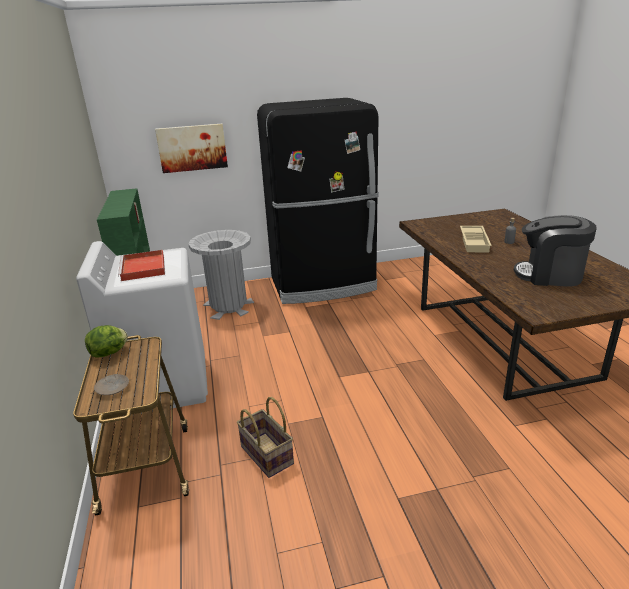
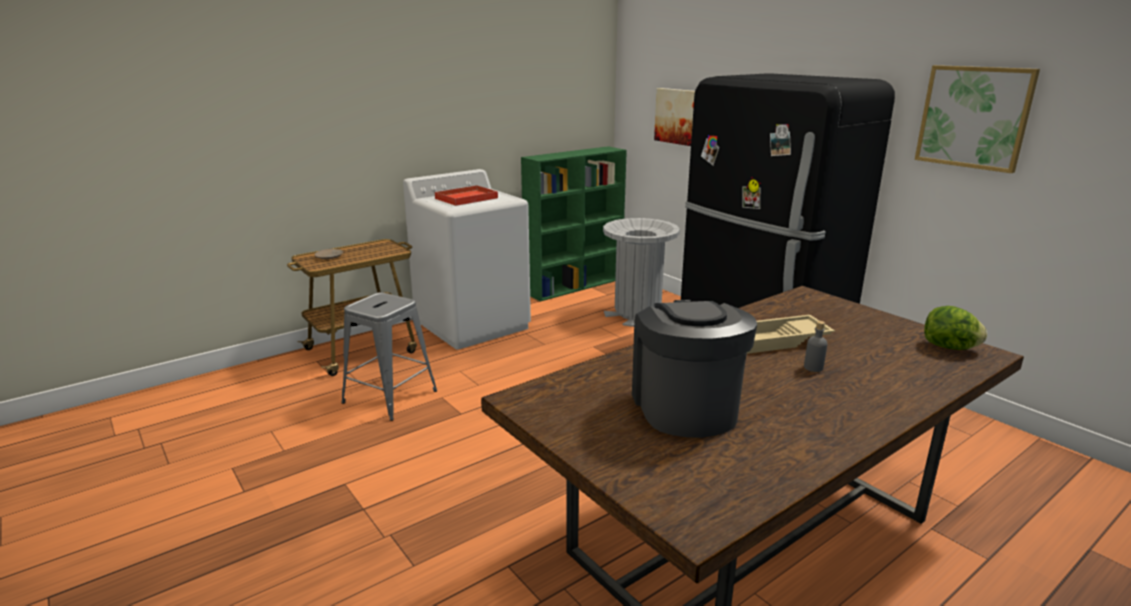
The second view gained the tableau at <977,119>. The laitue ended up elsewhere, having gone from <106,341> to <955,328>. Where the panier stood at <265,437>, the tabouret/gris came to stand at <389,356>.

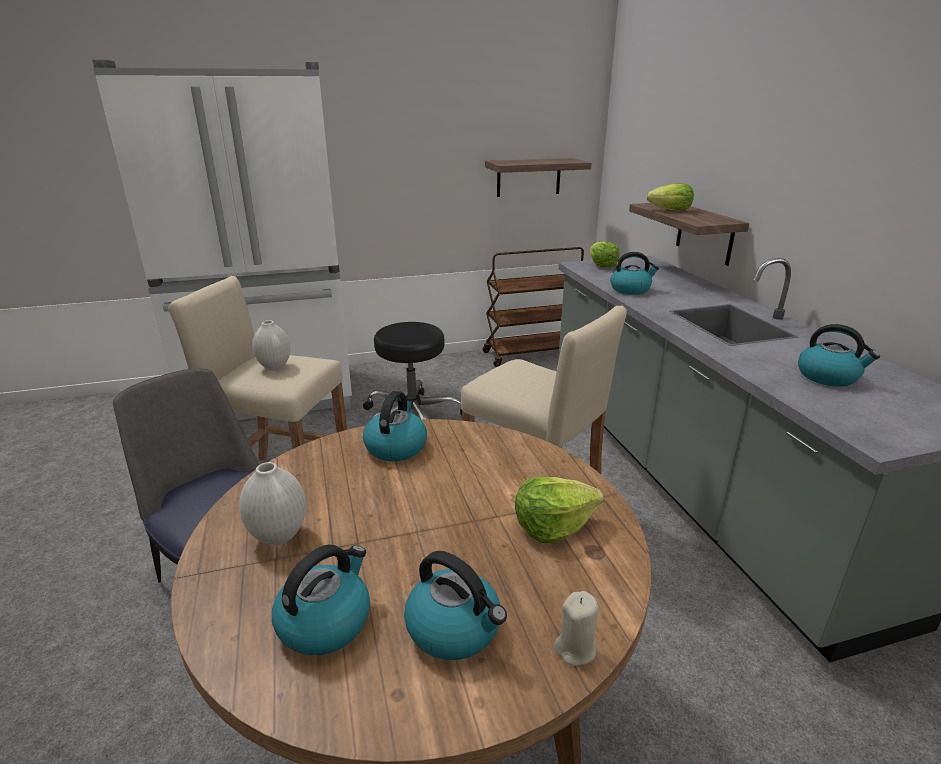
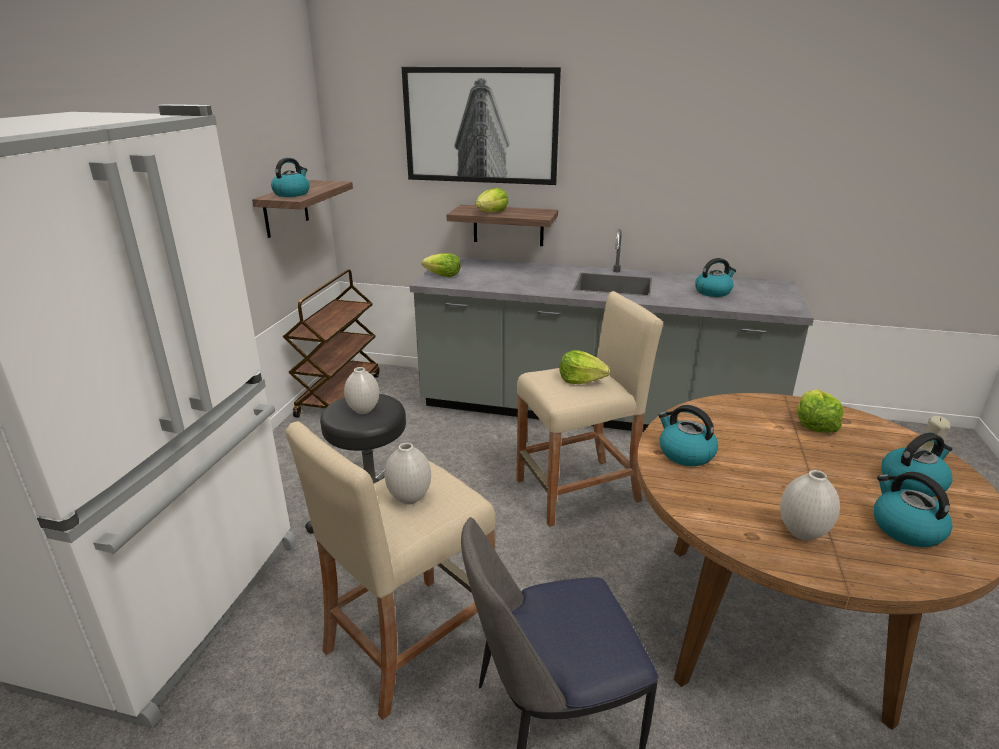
The second view gained the vase/blanc at <361,390>. The second view gained the tableau at <481,126>. The second view gained the laitue at <584,367>. The bouilloire ended up elsewhere, having gone from <635,273> to <290,177>.

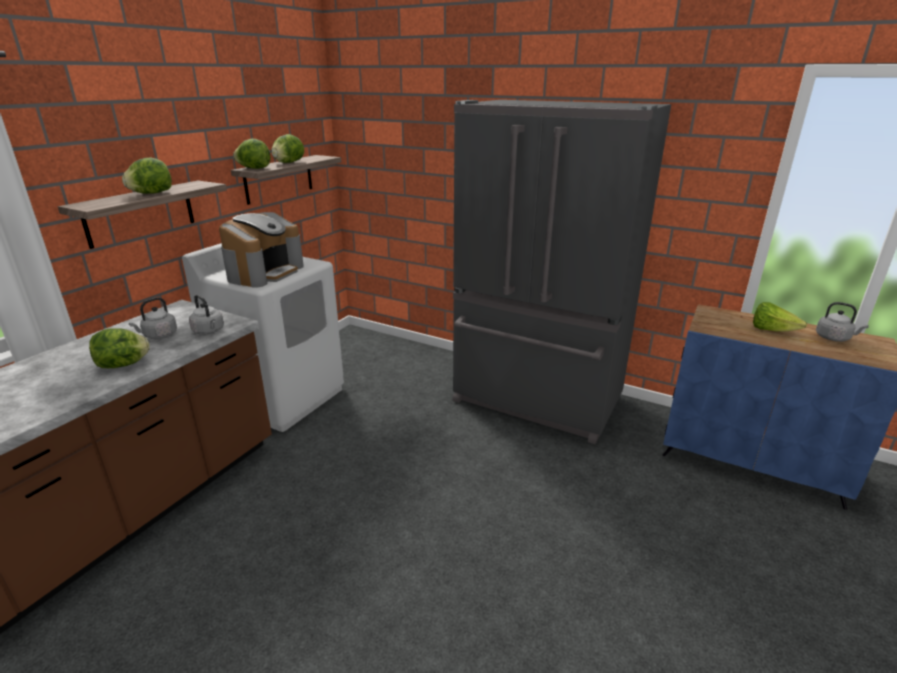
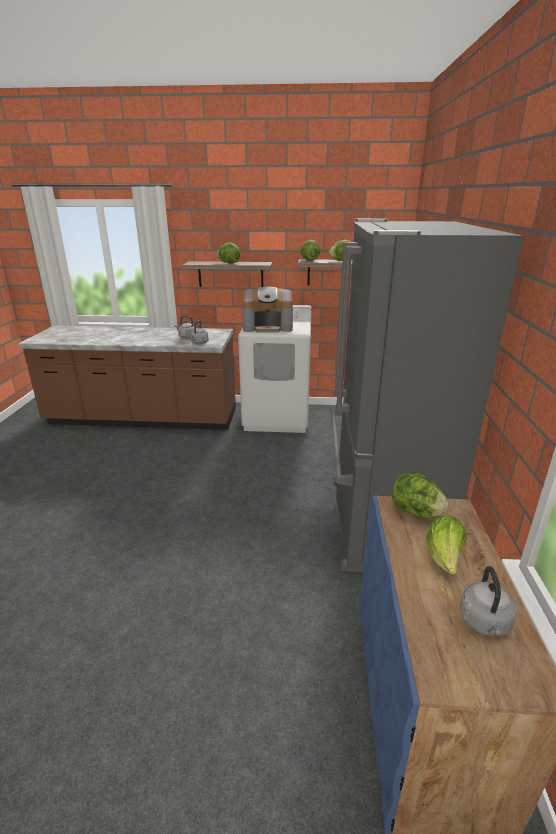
The laitue ended up elsewhere, having gone from <119,348> to <420,495>.

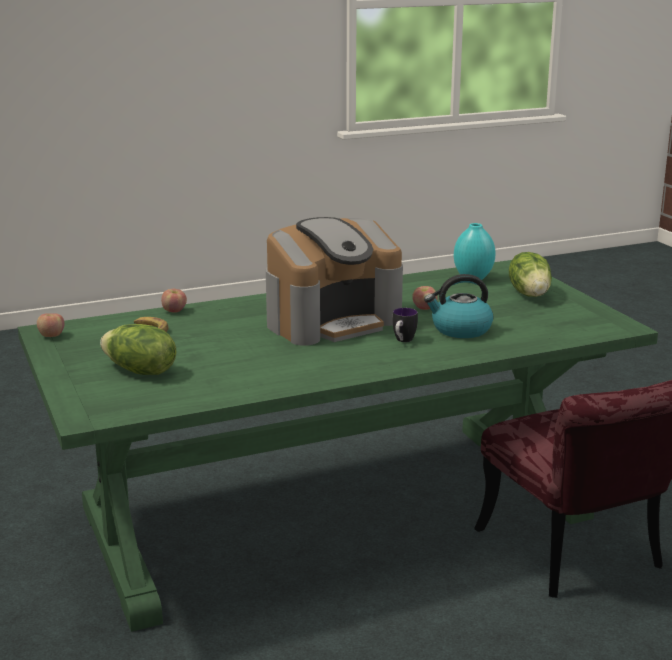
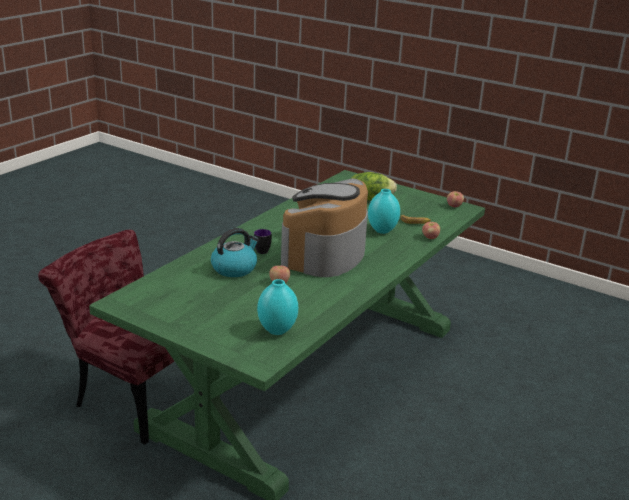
The second view lost the laitue at <530,274>. The second view gained the vase/turquoise at <384,211>.

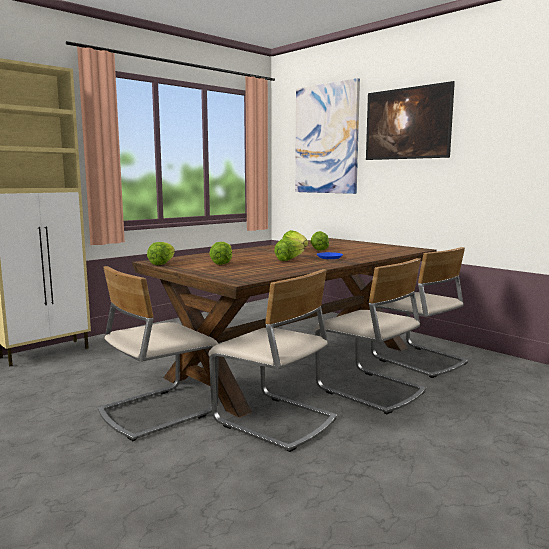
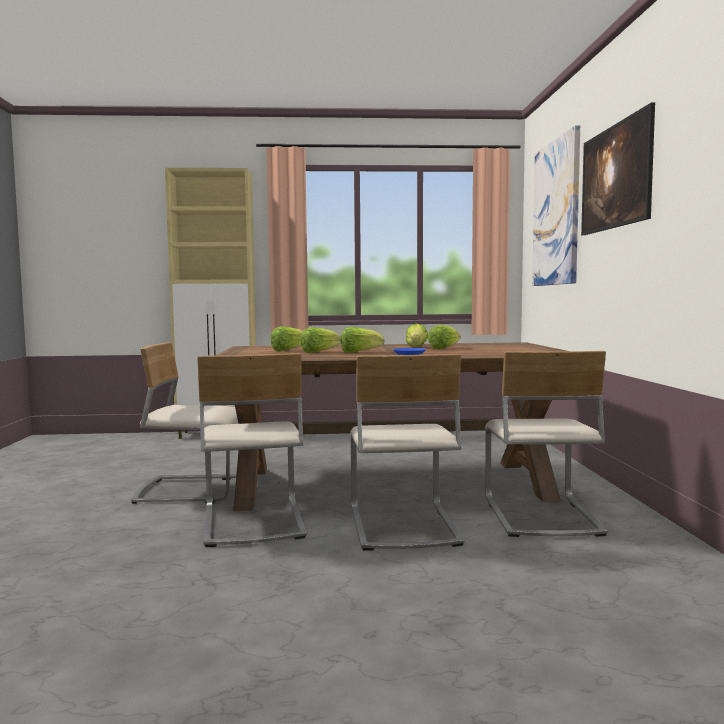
The laitue ended up elsewhere, having gone from <161,253> to <320,340>.

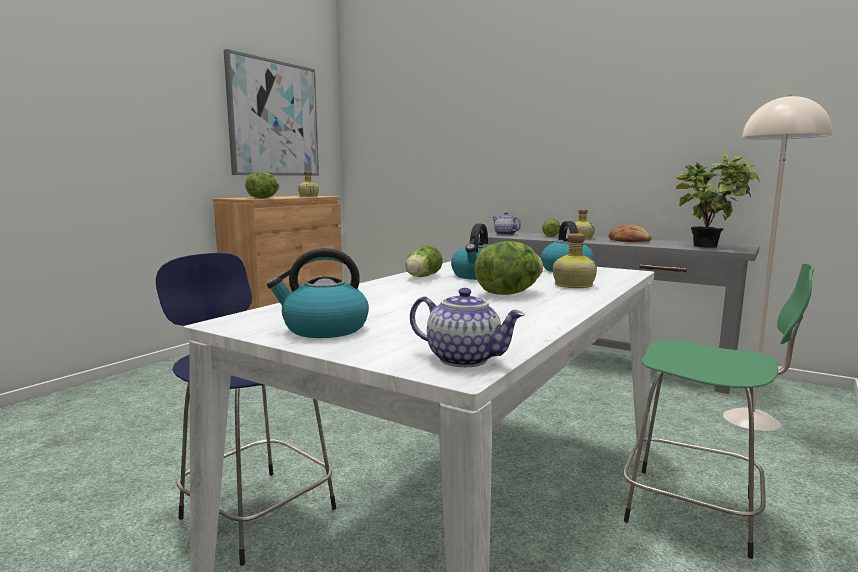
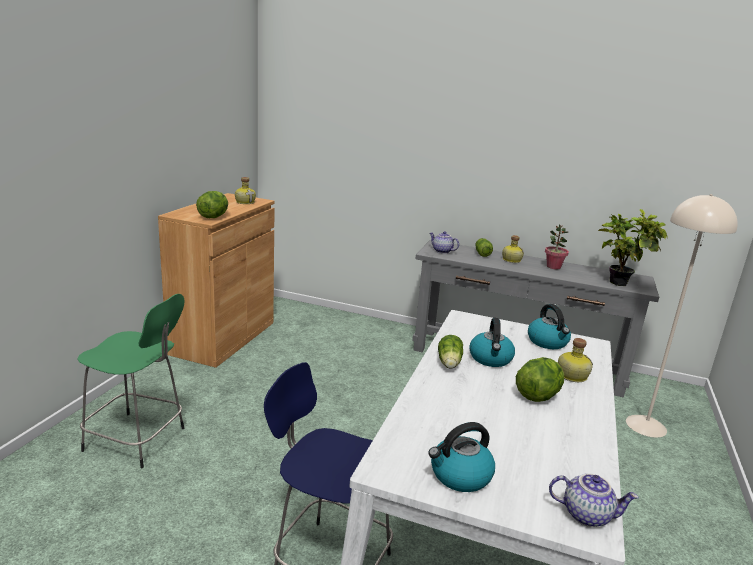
The second view lost the tableau at <271,112>. The tabouret/vert ended up elsewhere, having gone from <718,411> to <131,381>. Where the pain stood at <630,233>, the plante en pot came to stand at <557,246>.

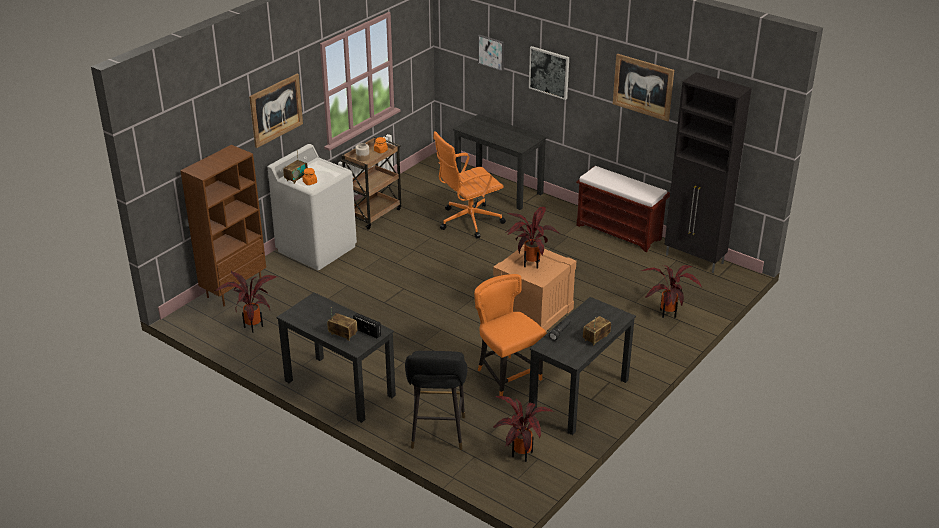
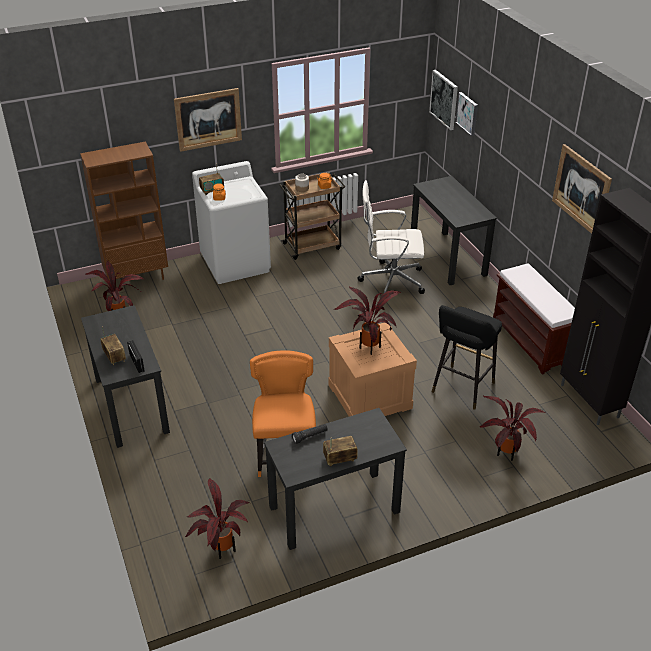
The tabouret/noir ended up elsewhere, having gone from <436,400> to <467,357>. The tableau ended up elsewhere, having gone from <549,73> to <443,100>. What was the chaise de bureau/orange at <469,184> turned into the chaise de bureau/blanc at <391,237>.

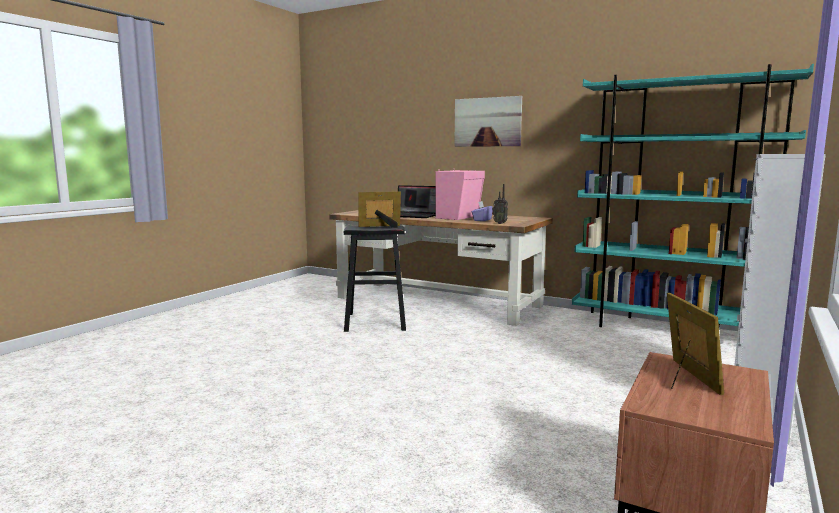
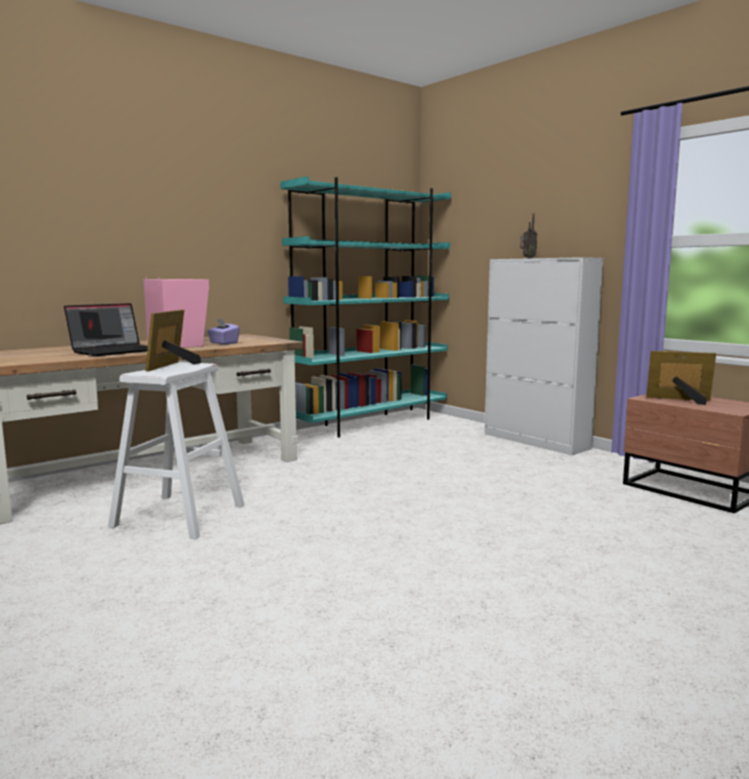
The second view lost the tableau at <488,121>. The radio ended up elsewhere, having gone from <500,204> to <528,235>. What was the tabouret/noir at <375,279> turned into the tabouret/blanc at <176,450>.

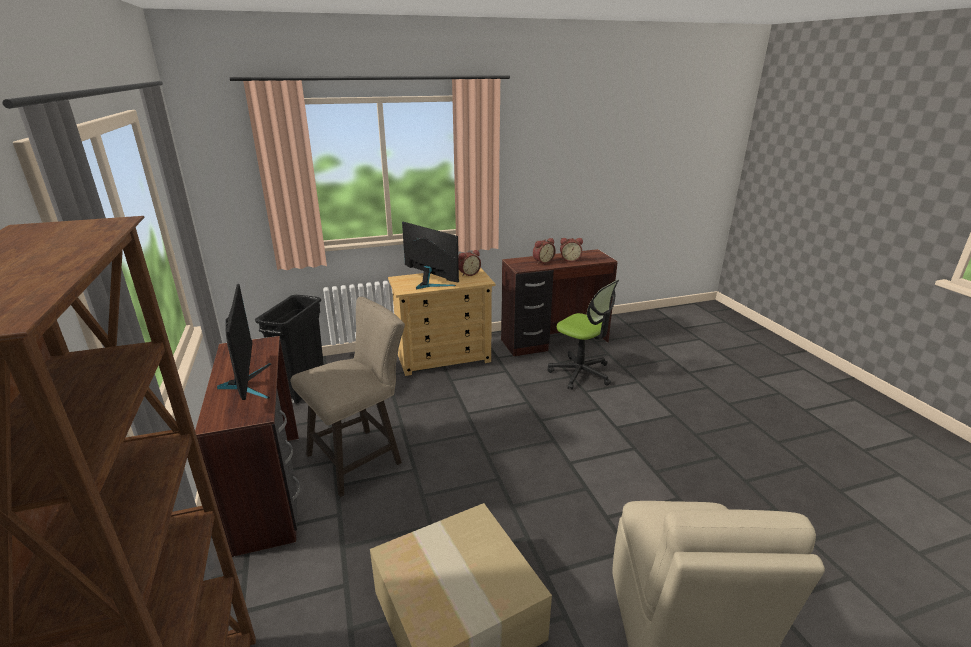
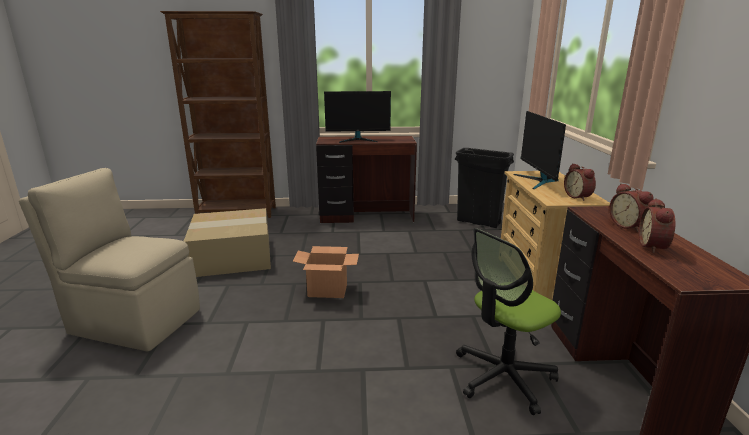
The second view lost the tabouret/beige at <348,396>. The second view gained the carton at <325,272>. The écran d'ordinateur at <430,255> ended up facing another way, 120 degrees clockwise from before.

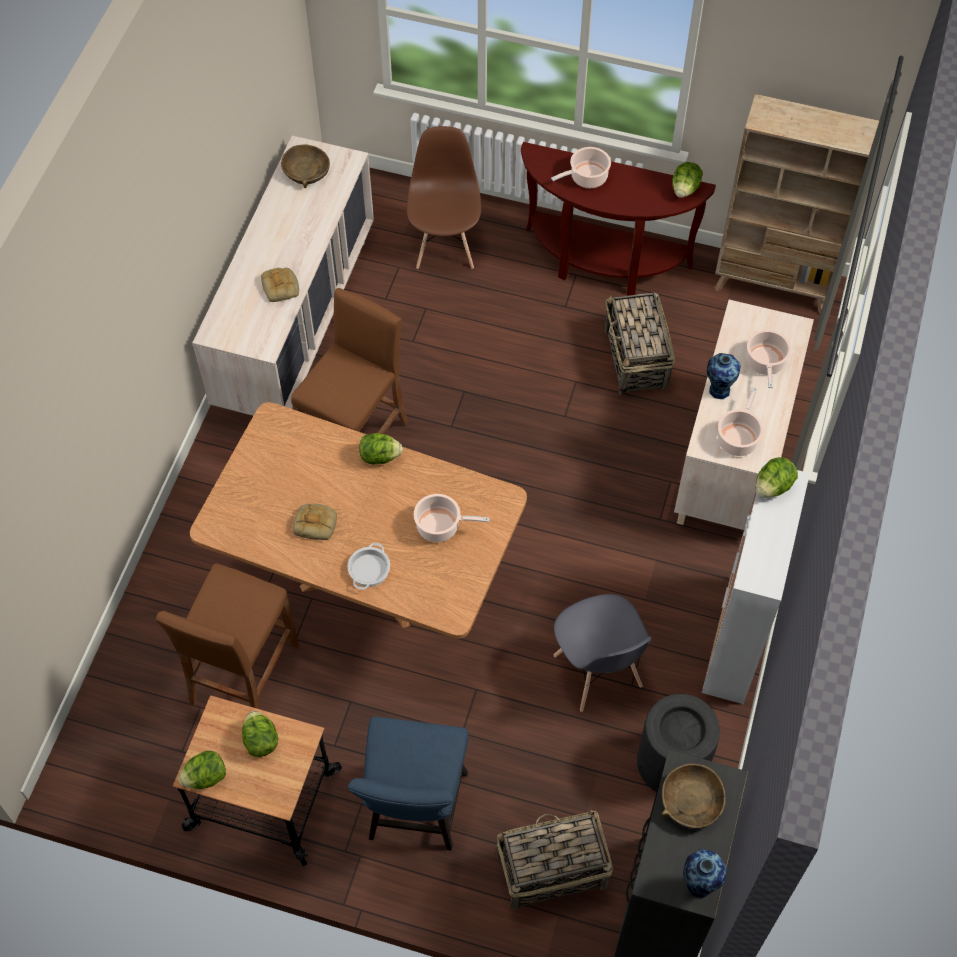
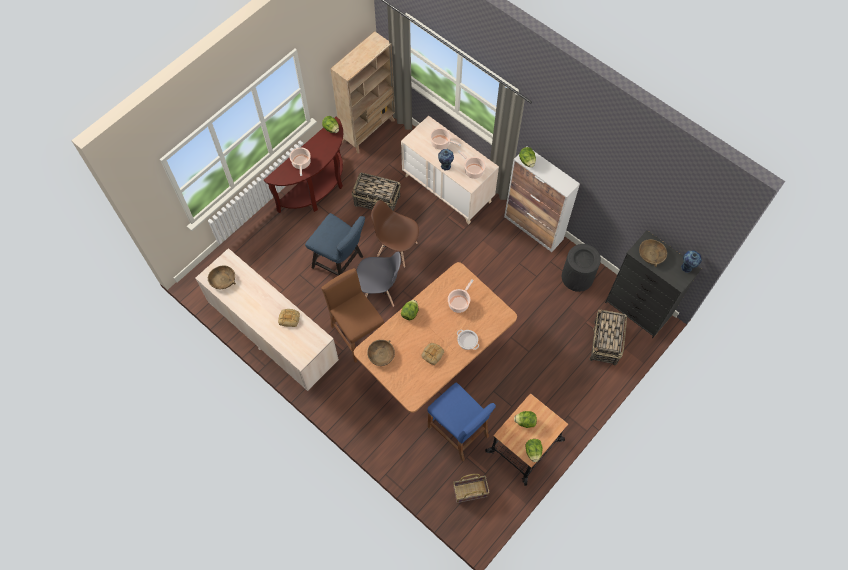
The second view gained the bol/marron at <381,353>. The second view gained the panier at <471,488>. The chaise/bleu ended up elsewhere, having gone from <408,784> to <335,244>. The chaise/marron ended up elsewhere, having gone from <444,197> to <395,233>. The chaise/gris ended up elsewhere, having gone from <603,653> to <378,279>. What was the tabouret/marron at <227,636> turned into the tabouret/bleu at <461,422>.

